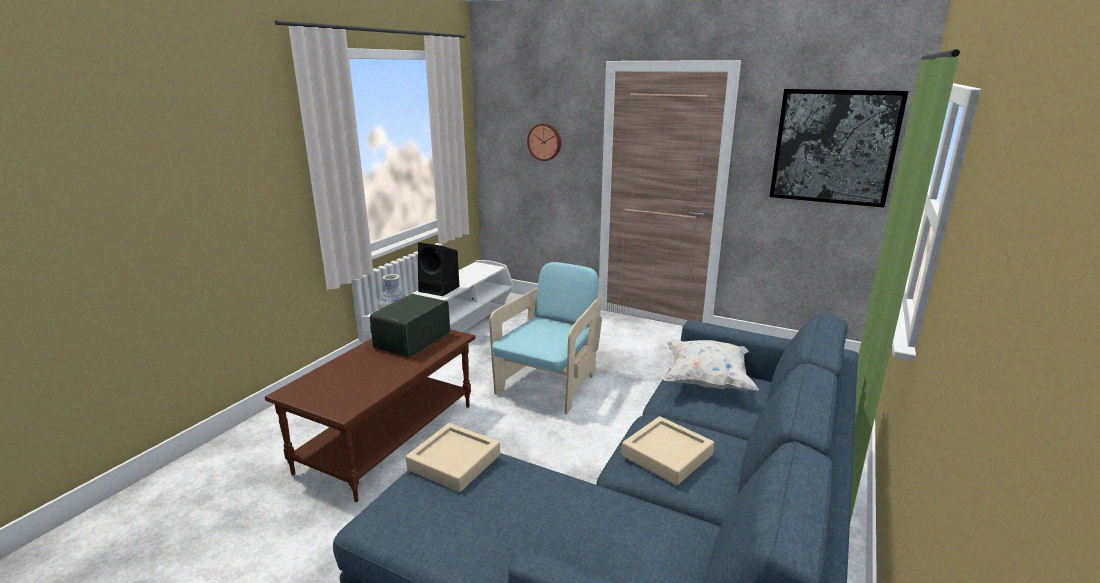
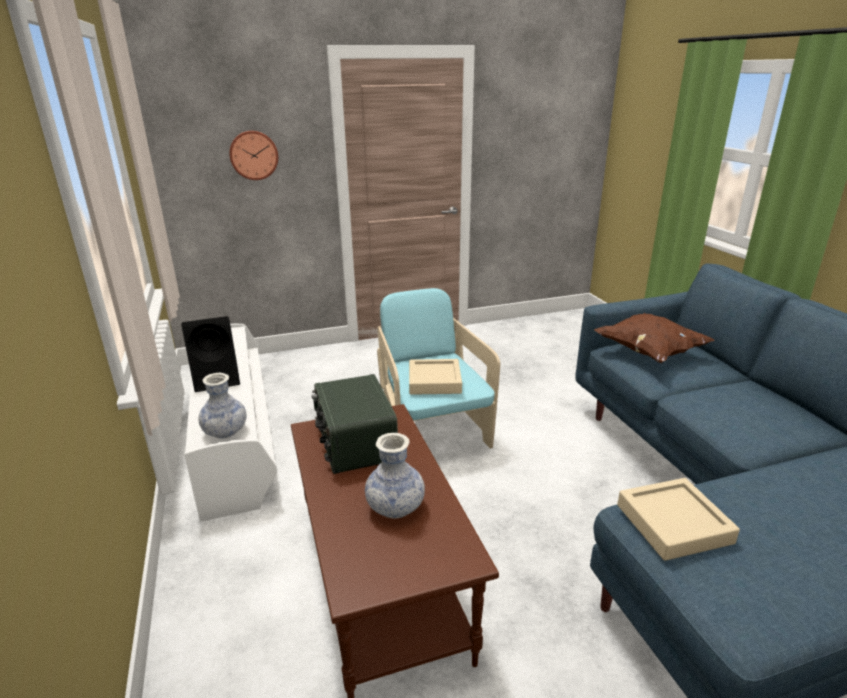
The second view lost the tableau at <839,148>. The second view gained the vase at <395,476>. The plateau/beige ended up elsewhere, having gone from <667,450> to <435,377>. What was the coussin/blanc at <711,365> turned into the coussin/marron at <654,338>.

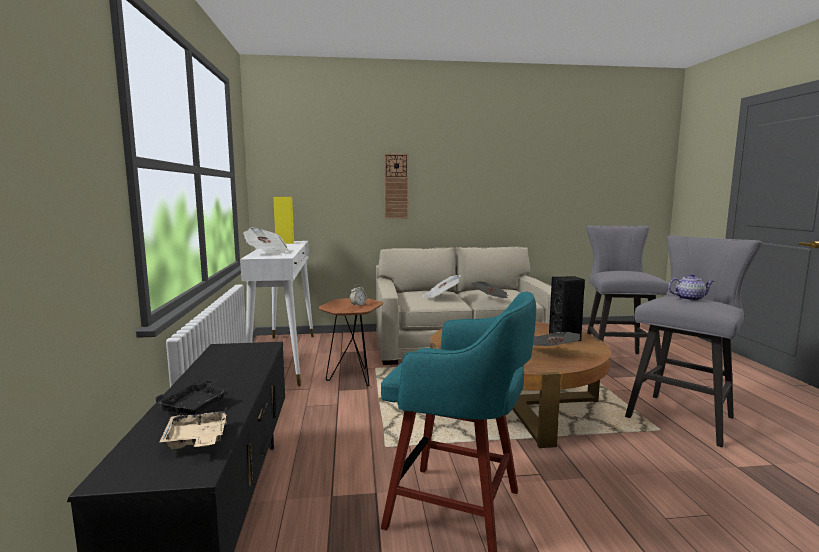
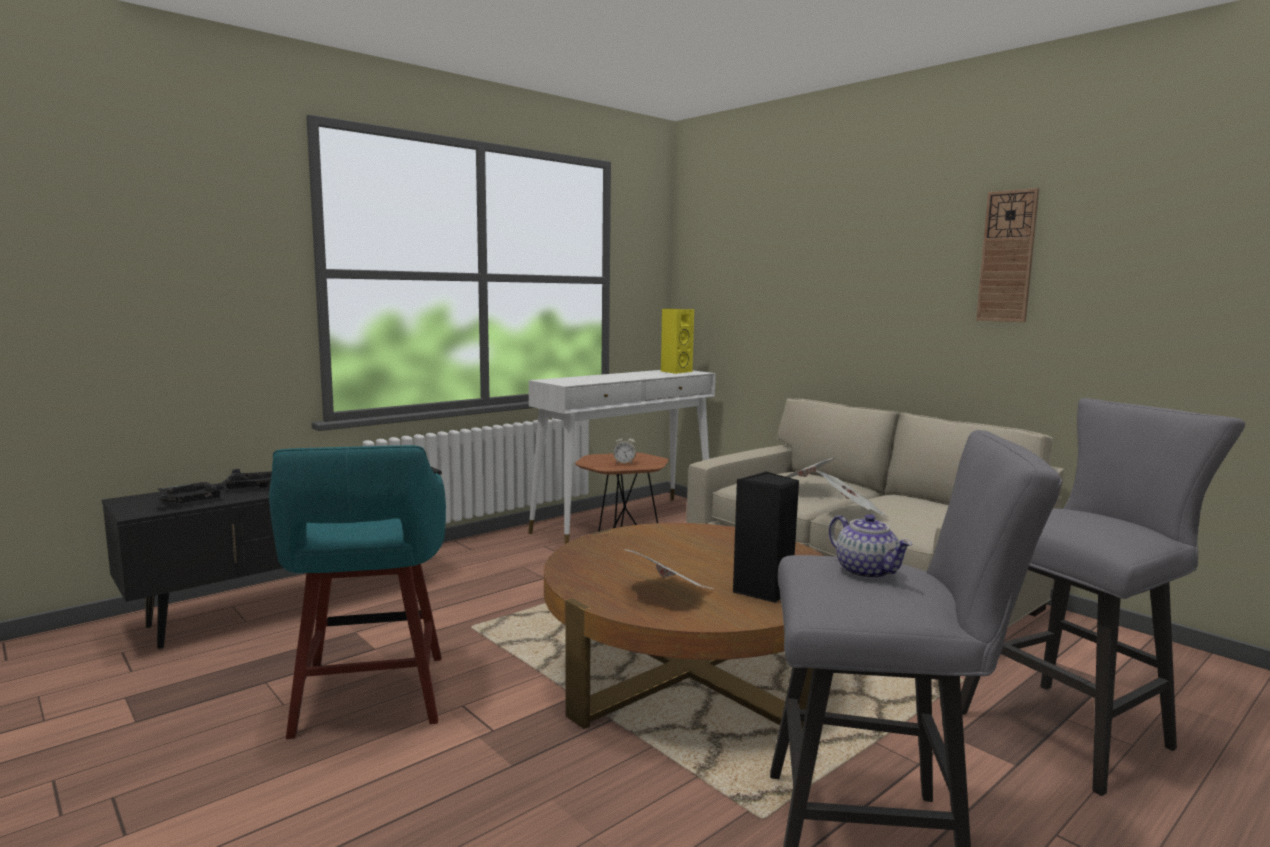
The second view lost the journal at <266,242>. The horloge murale ended up elsewhere, having gone from <396,186> to <1007,255>. What was the plateau/beige at <193,429> turned into the plateau/noir at <188,493>.

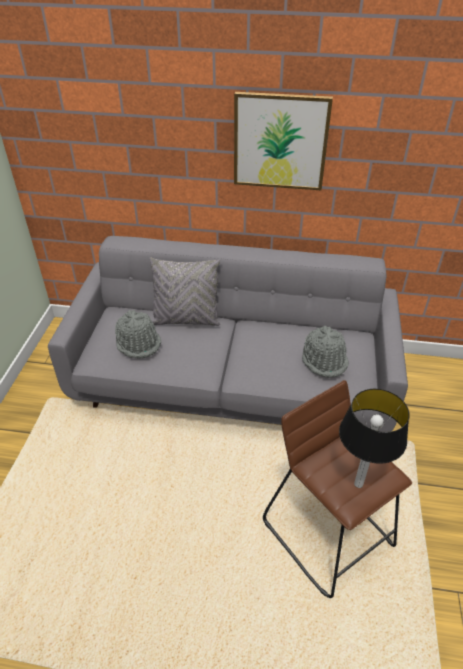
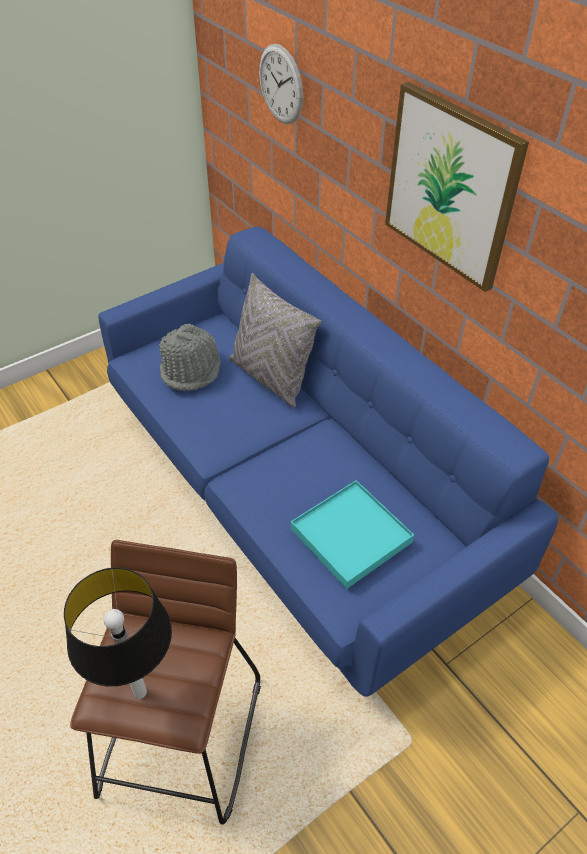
The second view gained the horloge murale at <281,84>. Where the chapeau/gris stood at <325,352>, the plateau/turquoise came to stand at <352,534>. What was the canapé/gris at <228,334> turned into the canapé/bleu at <328,462>.

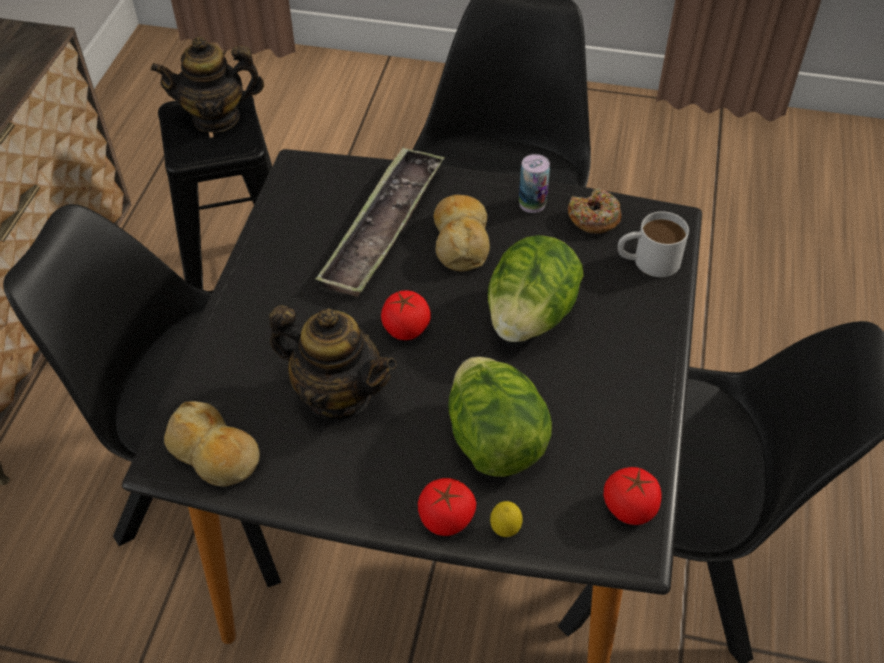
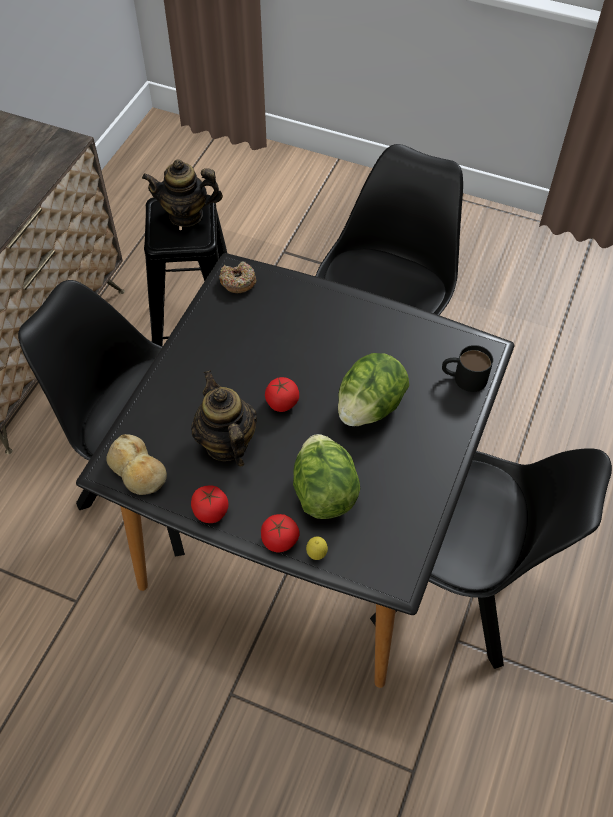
The second view lost the plateau at <380,222>. The second view lost the pain at <462,233>. The second view lost the boîte métallique at <534,183>. The beignet ended up elsewhere, having gone from <595,211> to <238,277>. The tomate ended up elsewhere, having gone from <633,496> to <210,504>. What was the mug/blanc at <653,244> turned into the mug/noir at <467,368>. The théière at <333,362> ended up facing another way, 150 degrees counterclockwise from before.

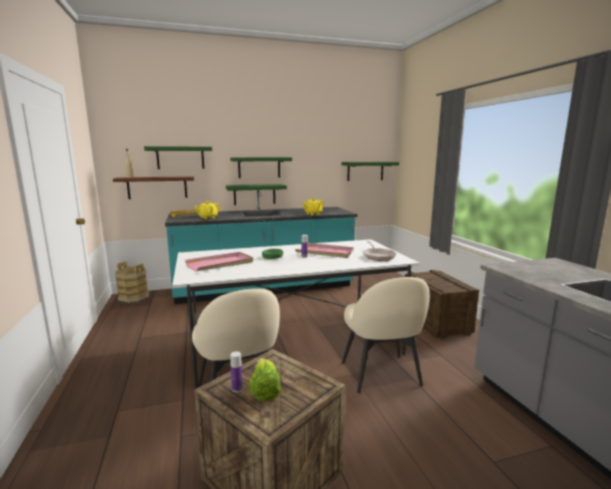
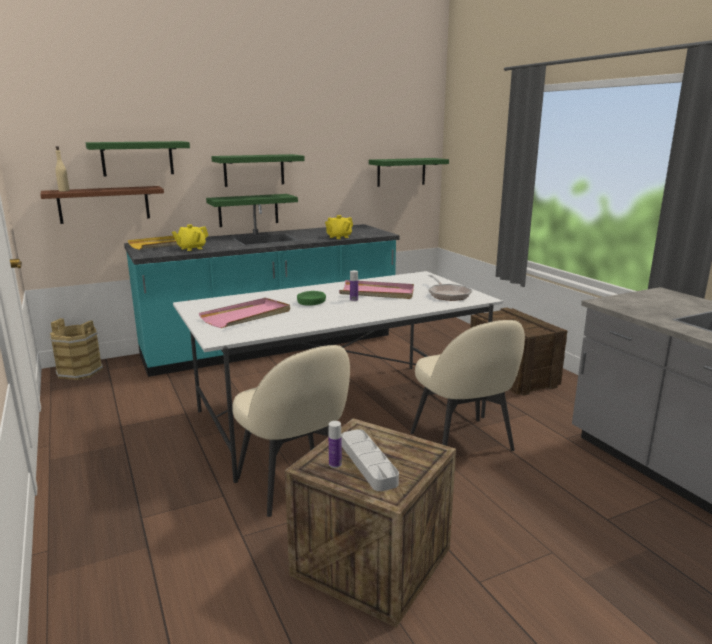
Where the laitue stood at <264,379>, the plateau/gris came to stand at <370,460>.

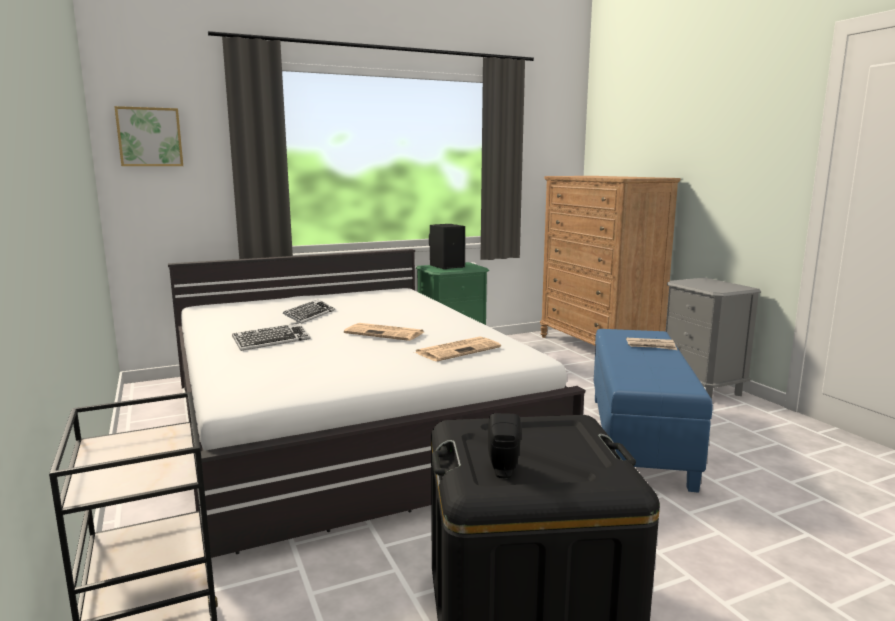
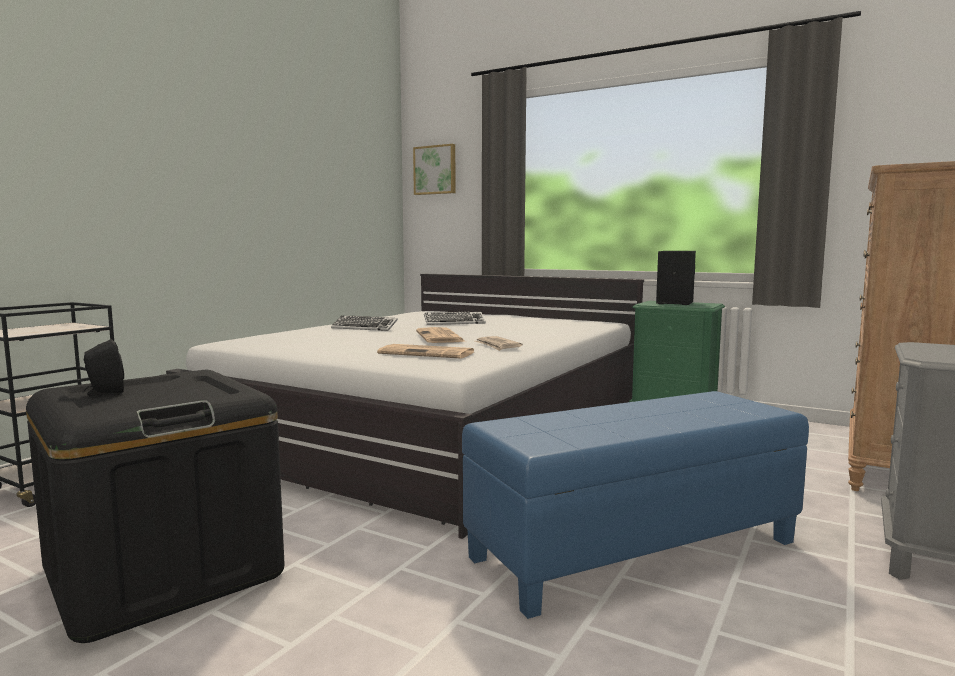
The journal ended up elsewhere, having gone from <651,344> to <499,343>.

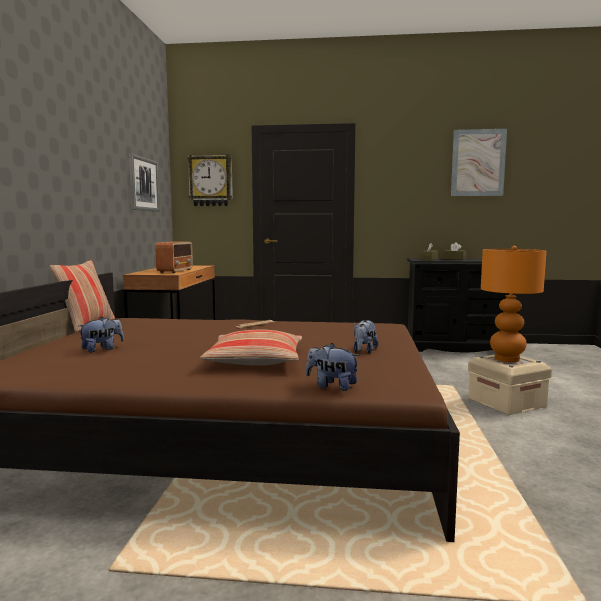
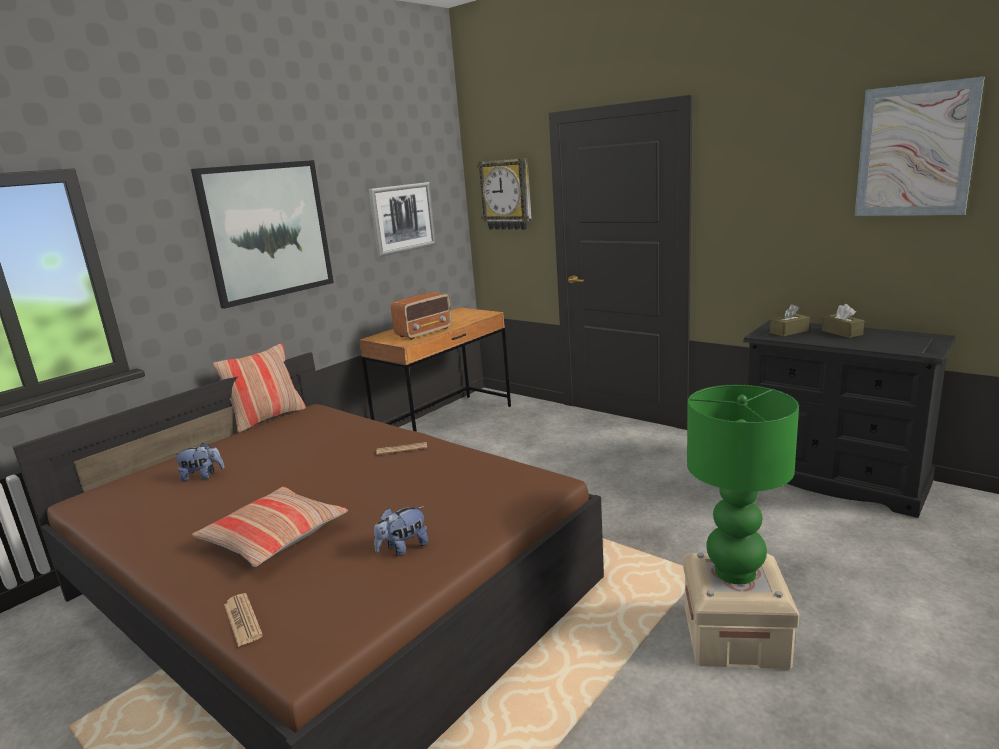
The second view gained the tableau at <262,234>. Where the peluche stood at <333,367>, the journal came to stand at <243,620>. What was the lampe de table/orange at <513,304> turned into the lampe de table/vert at <743,484>.

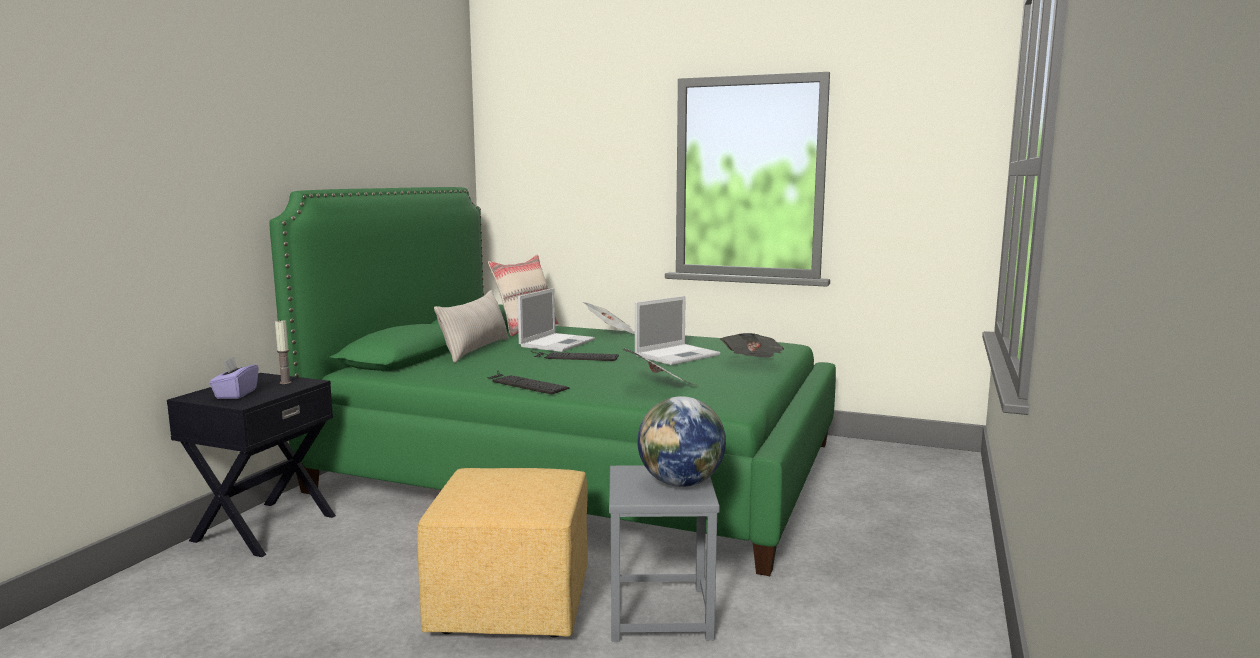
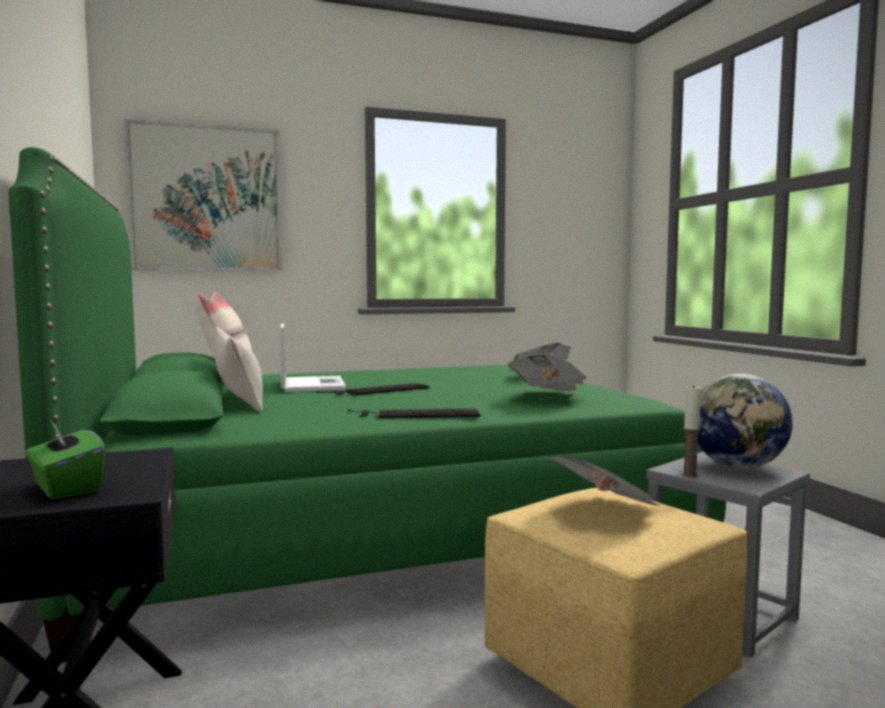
The second view lost the ordinateur portable at <677,330>. The second view gained the tableau at <203,195>. The bougie ended up elsewhere, having gone from <283,351> to <691,431>. The journal ended up elsewhere, having gone from <609,318> to <602,480>. What was the boîte à mouchoirs/violet at <234,378> turned into the boîte à mouchoirs/vert at <66,460>.

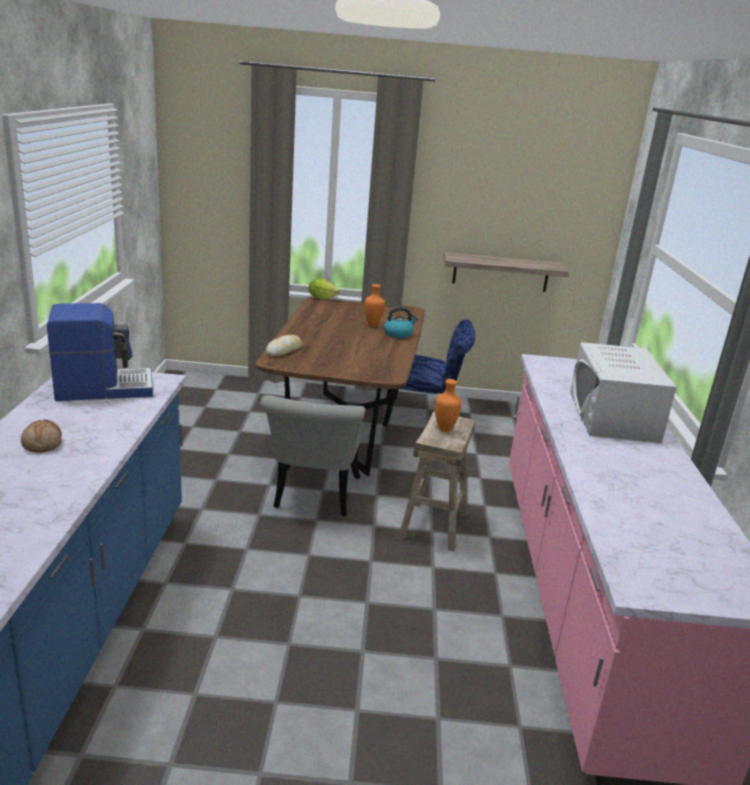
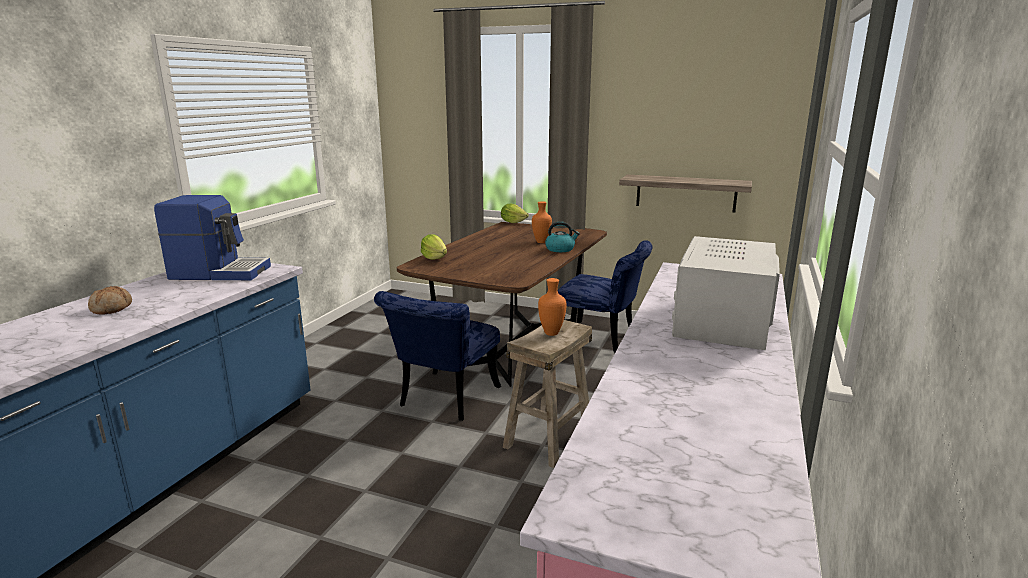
Where the pain stood at <284,346>, the laitue came to stand at <434,247>. What was the chaise/gris at <312,455> turned into the chaise/bleu at <437,356>.

